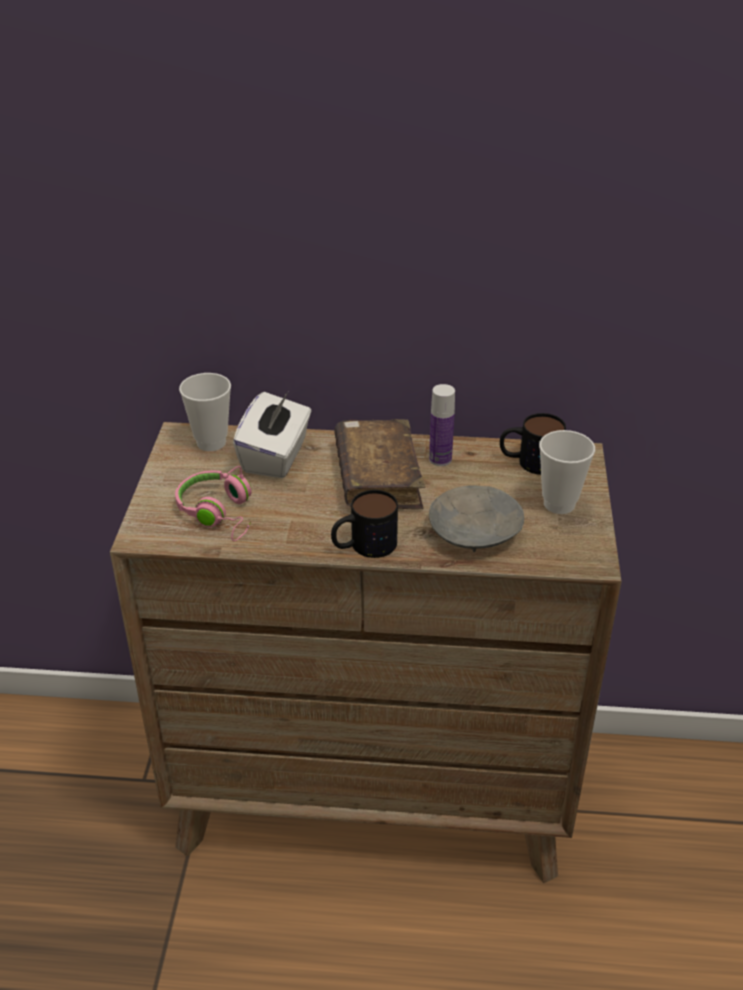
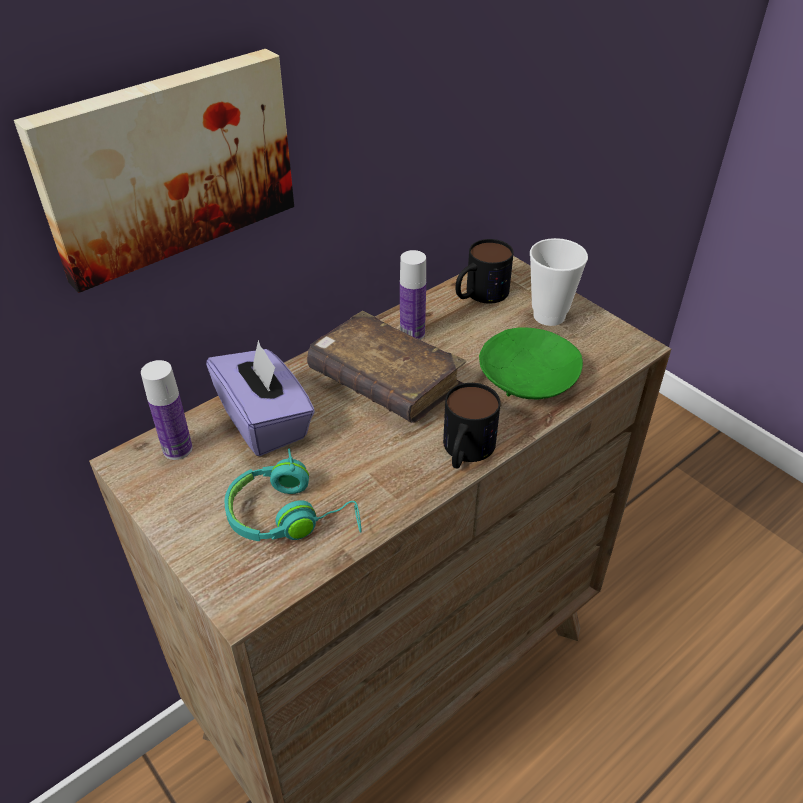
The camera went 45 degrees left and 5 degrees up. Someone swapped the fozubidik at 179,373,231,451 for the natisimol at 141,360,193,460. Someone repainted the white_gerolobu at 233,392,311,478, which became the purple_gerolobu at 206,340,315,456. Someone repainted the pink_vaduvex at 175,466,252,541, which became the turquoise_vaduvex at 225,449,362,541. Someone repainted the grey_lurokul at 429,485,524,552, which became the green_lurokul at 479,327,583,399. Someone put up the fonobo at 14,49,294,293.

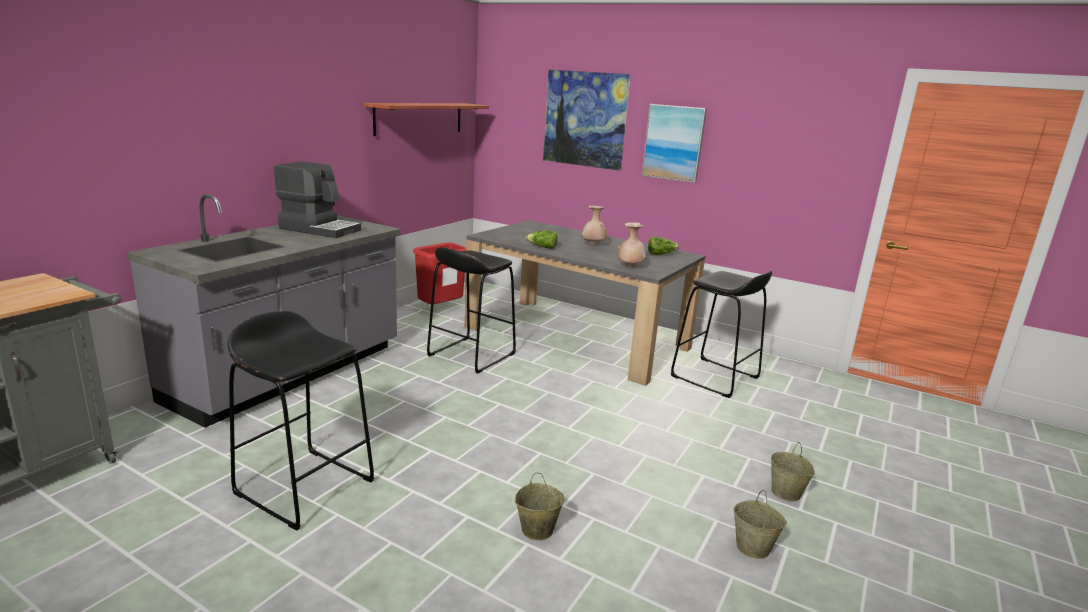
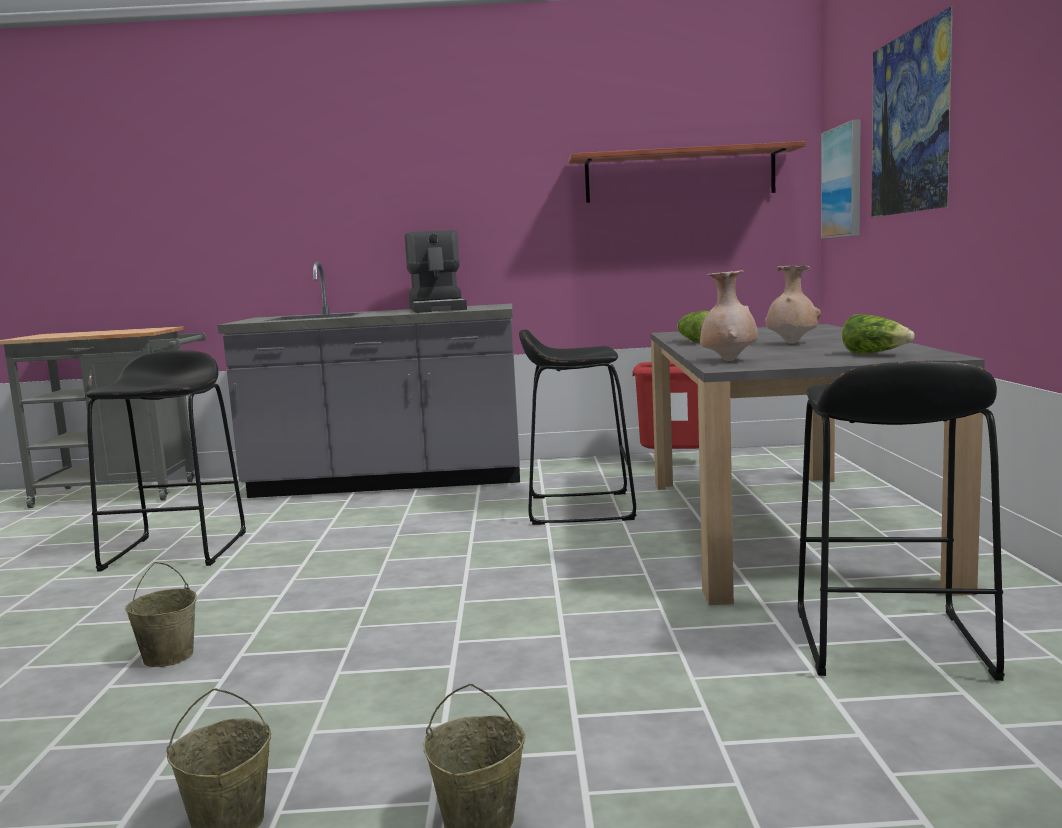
The camera went 60 degrees right and 10 degrees down. Someone carried the fonobo from 641,104,707,183 to 821,119,861,239.

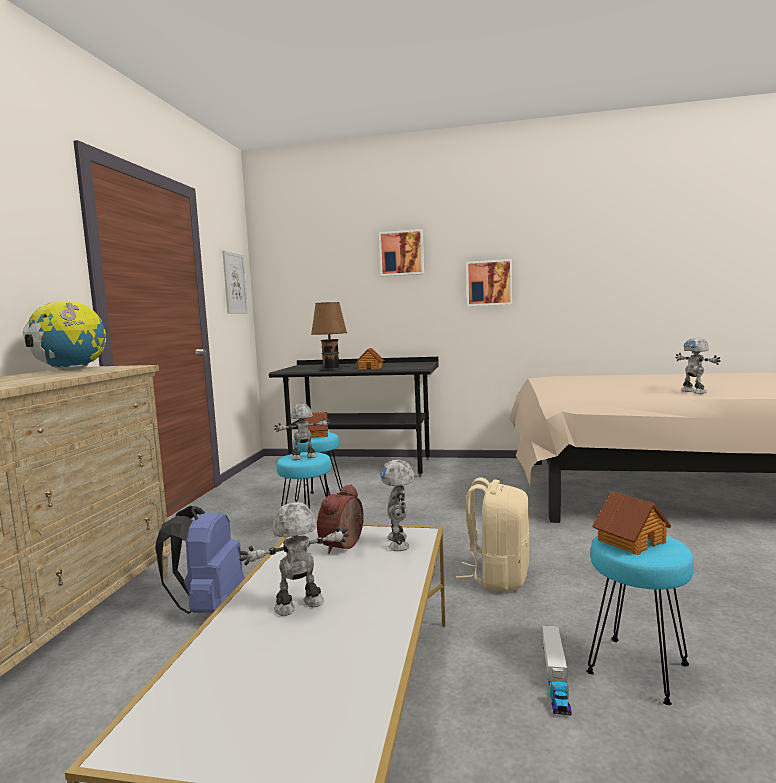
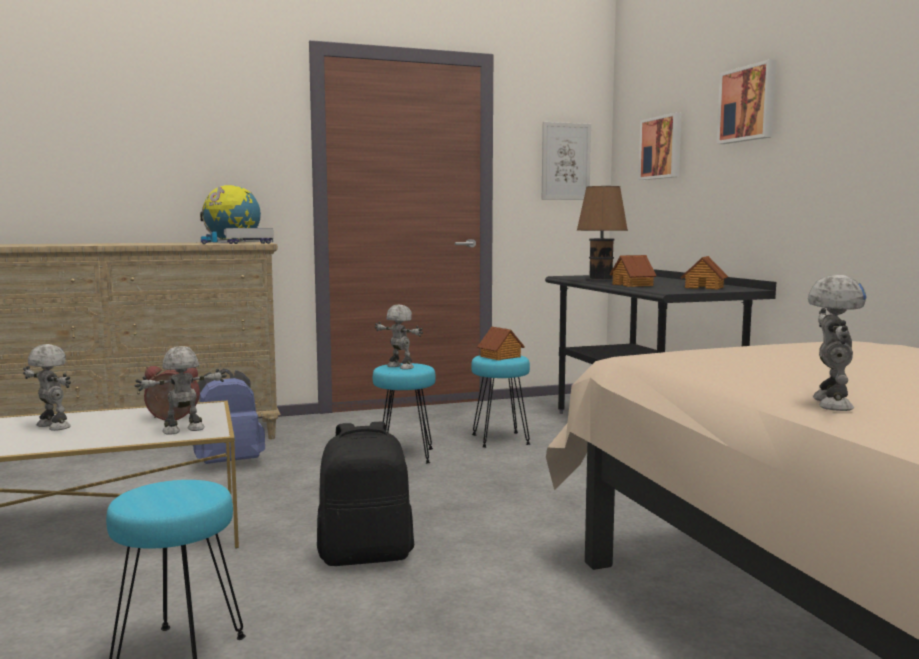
The camera went 60 degrees right and 0 degrees up. Someone carried the fonobo from 466,259,512,306 to 638,113,682,180. Someone rotated the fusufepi at 675,338,721,394 by 150 degrees clockwise. Someone repainted the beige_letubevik at 456,478,529,592, which became the black_letubevik at 317,422,414,566. Someone carried the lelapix from 592,491,671,555 to 681,256,728,290. Someone carried the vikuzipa from 542,625,572,715 to 201,228,273,244.

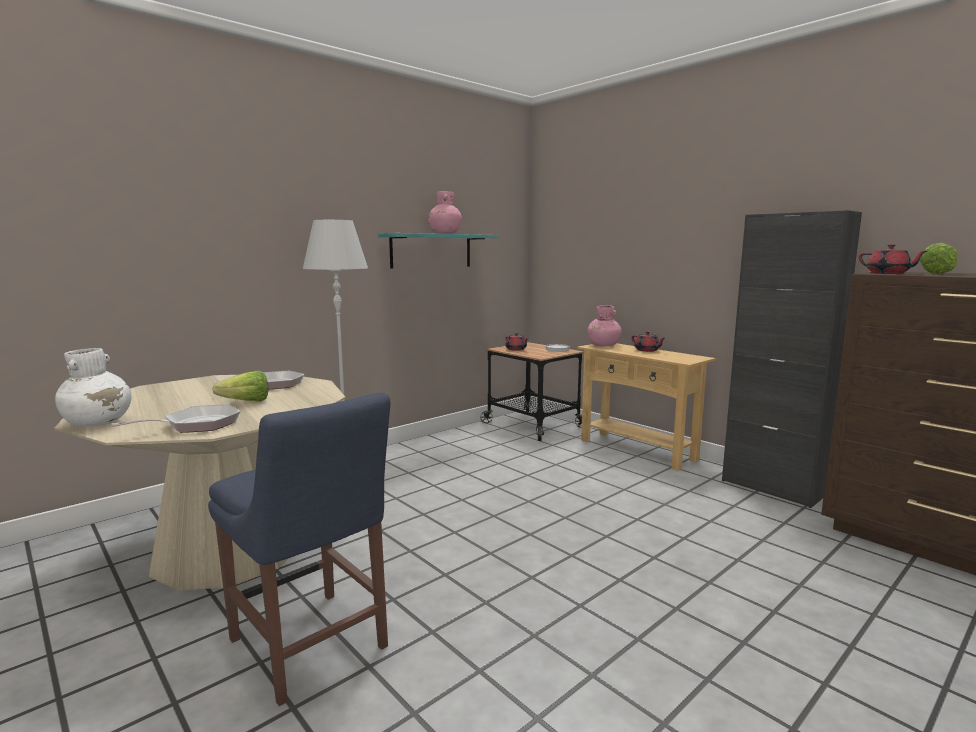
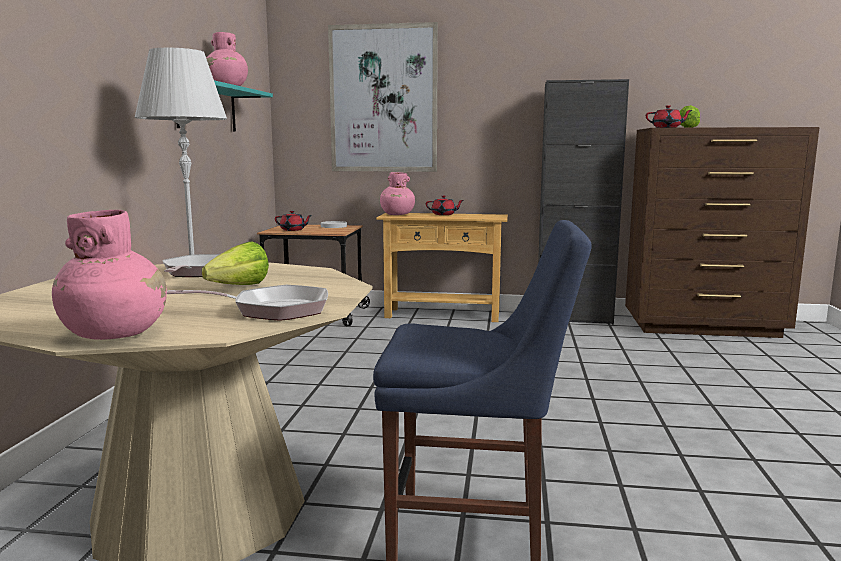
The camera went 40 degrees left and 0 degrees up. Someone repainted the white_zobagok at 55,348,132,426, which became the pink_zobagok at 52,210,167,340. Someone rotated the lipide at 111,405,240,433 by 75 degrees clockwise. Someone put up the fonobo at 328,22,438,172.

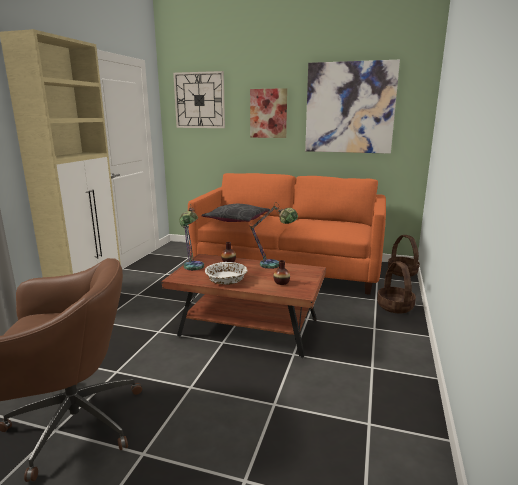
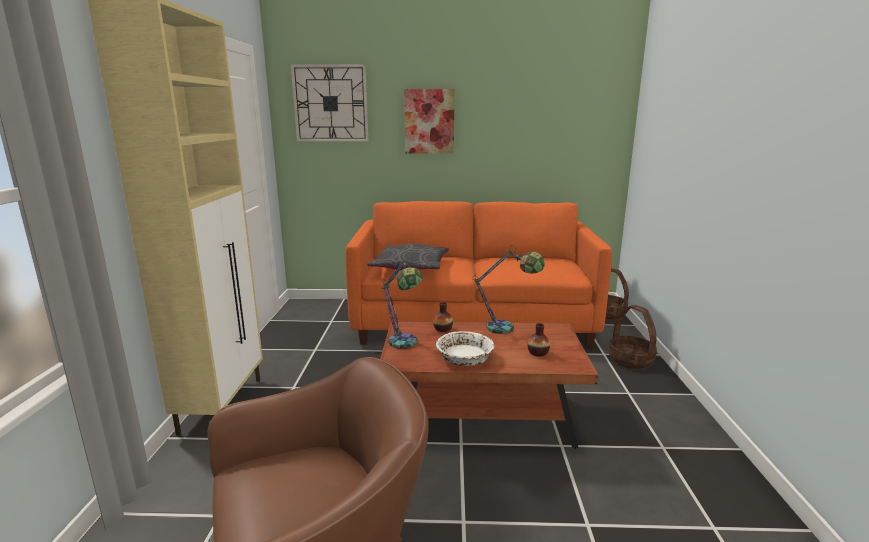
The camera went 15 degrees left and 0 degrees up. Someone took away the fonobo at 305,60,400,154.

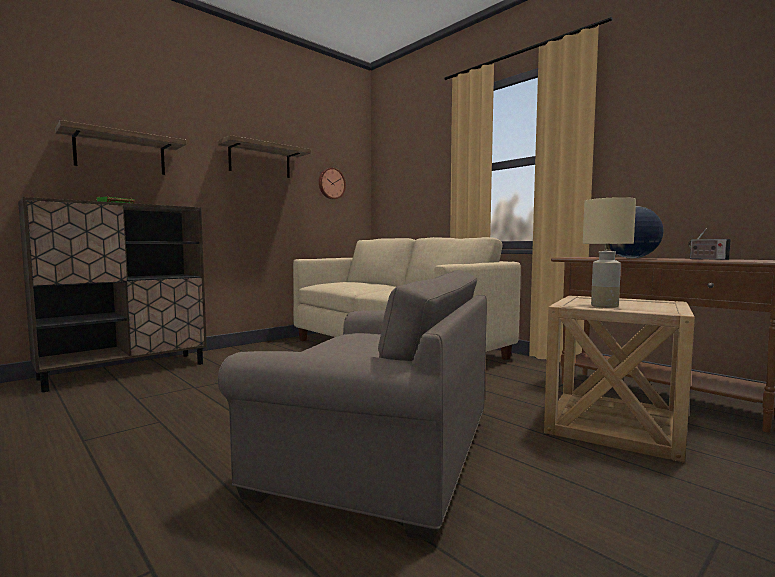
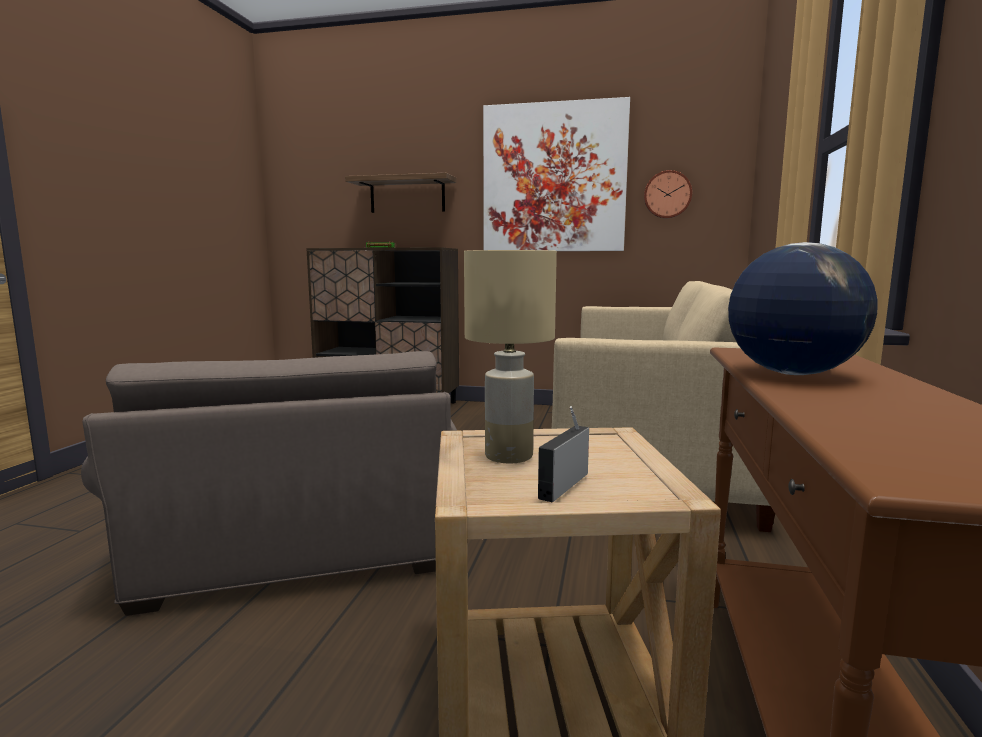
The camera went 55 degrees right and 5 degrees up. Someone swapped the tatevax at 218,135,311,178 for the fonobo at 483,97,630,251. Someone carried the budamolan from 688,229,731,260 to 538,406,589,503.

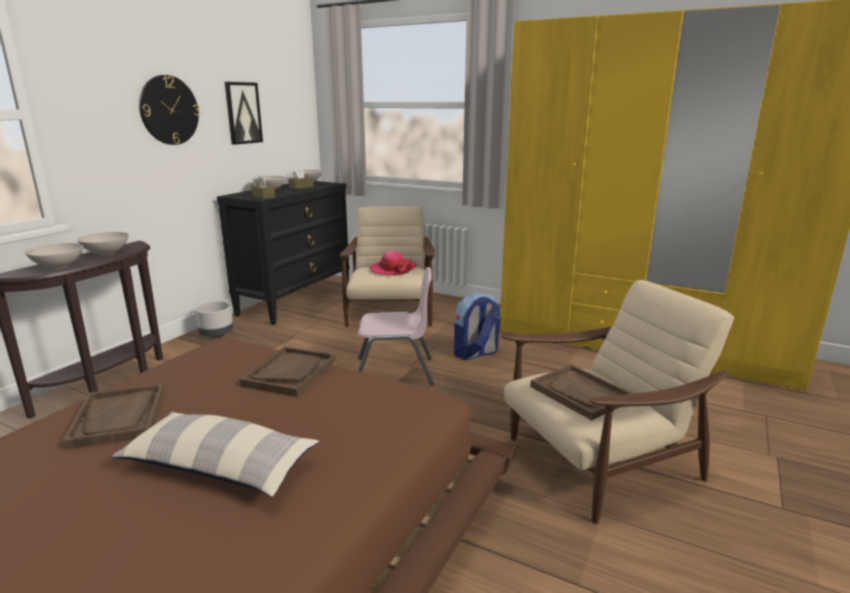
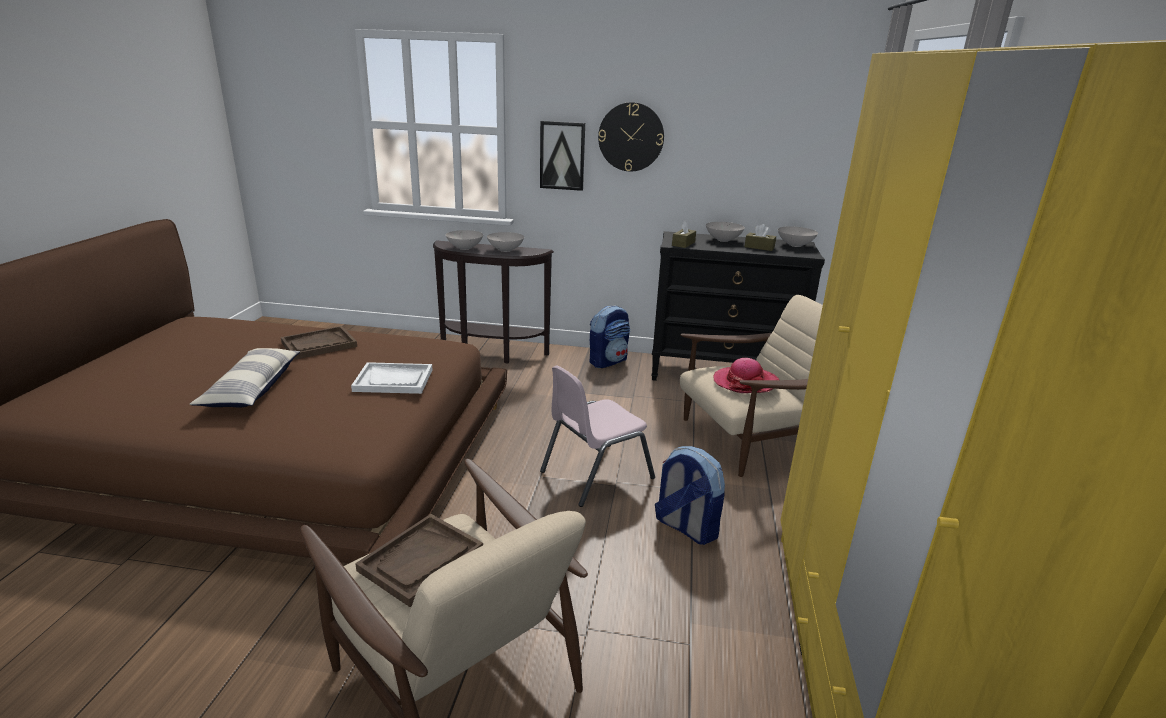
The camera went 70 degrees right and 5 degrees up. Someone carried the fonobo from 225,82,263,145 to 540,121,585,191. Someone rotated the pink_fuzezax at 358,267,434,385 by 75 degrees clockwise. Someone swapped the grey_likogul at 195,301,233,338 for the letubevik at 590,305,630,368. Someone repainted the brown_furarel at 239,346,336,397, which became the white_furarel at 351,362,432,394.

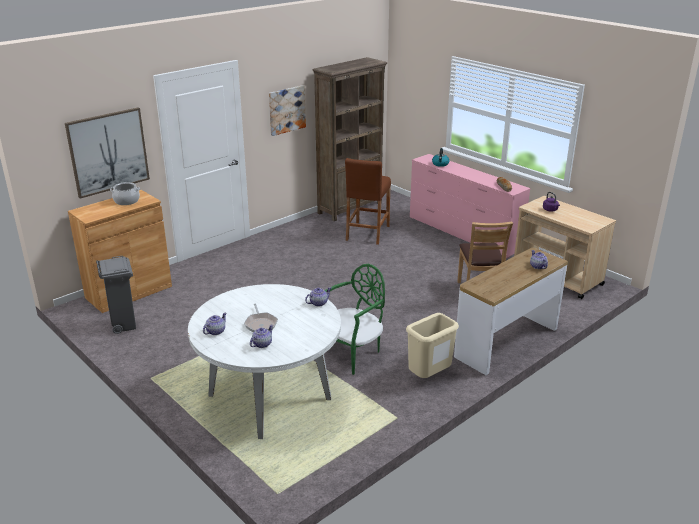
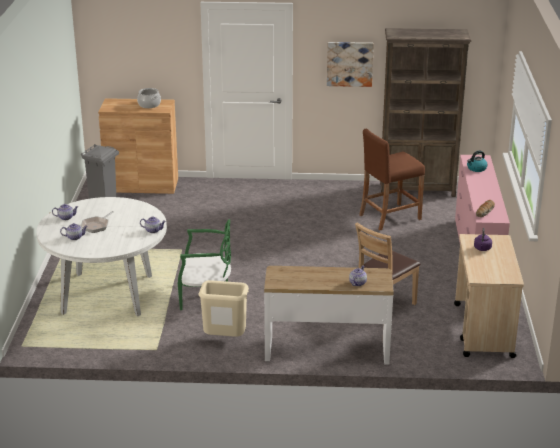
The camera went 45 degrees right and 0 degrees up. Someone took away the fonobo at 65,108,150,199.

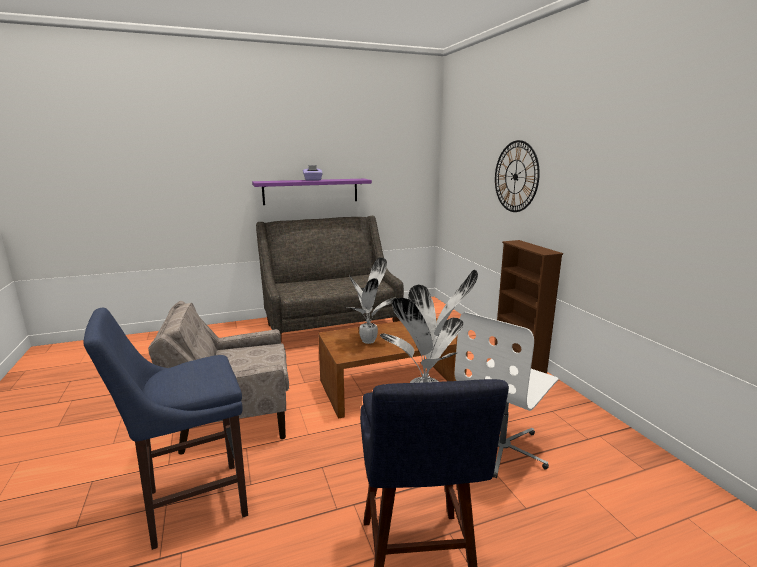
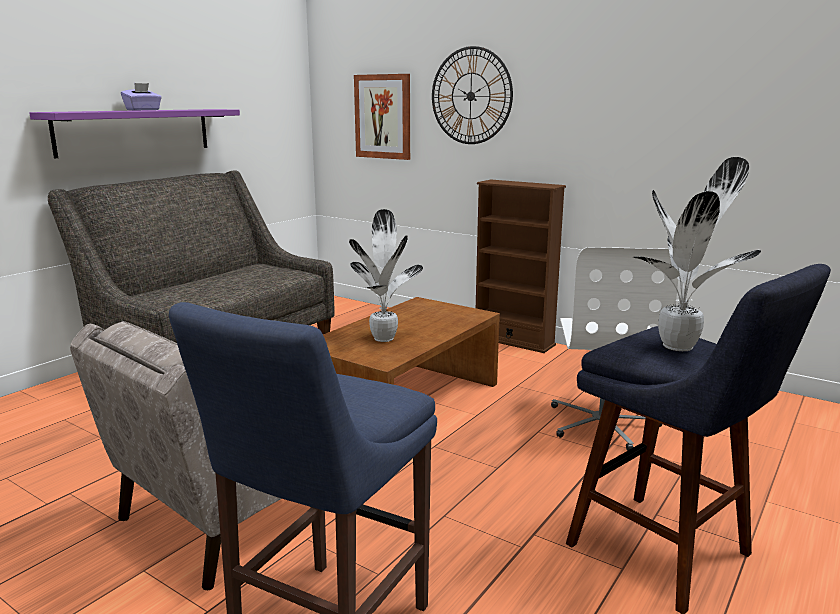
The camera went 35 degrees left and 0 degrees up. Someone put up the fonobo at 354,74,410,160.

